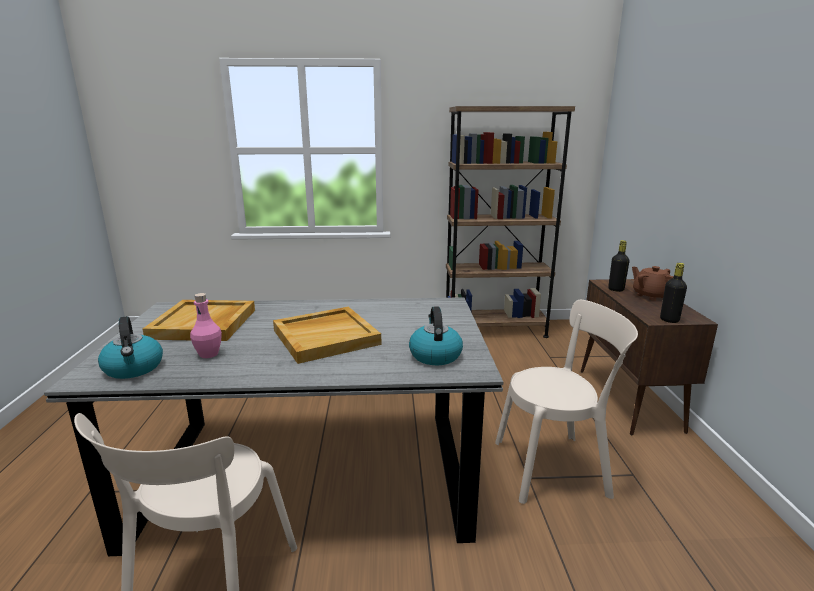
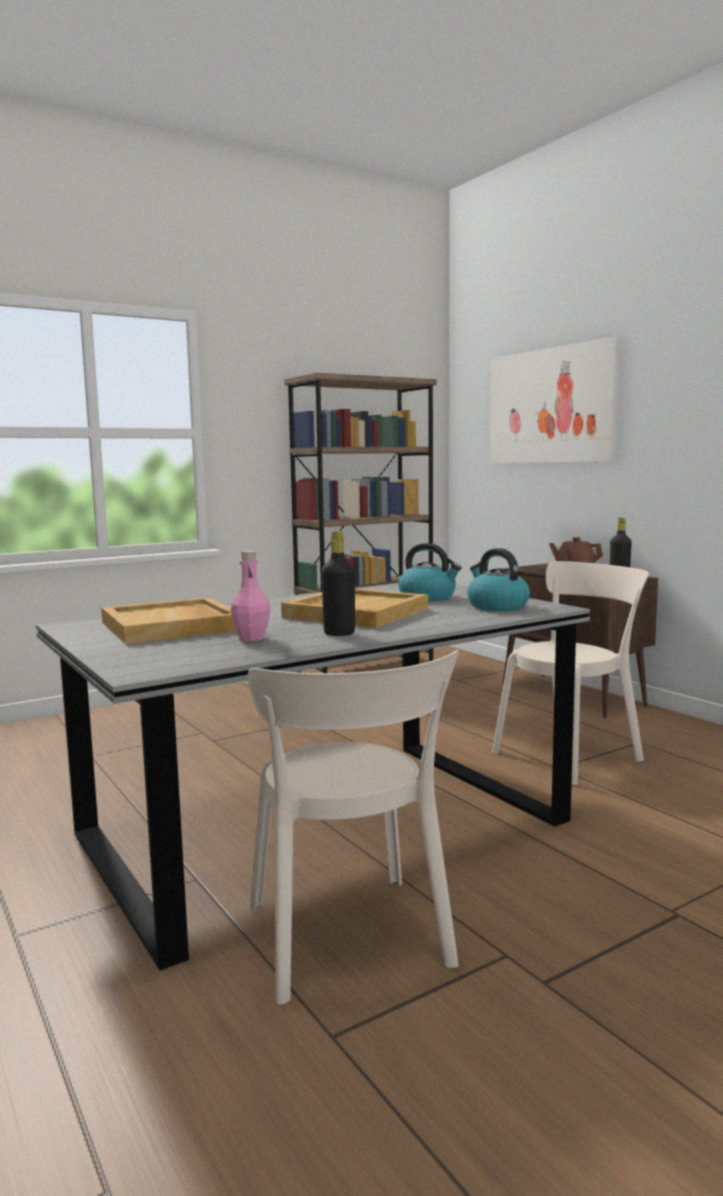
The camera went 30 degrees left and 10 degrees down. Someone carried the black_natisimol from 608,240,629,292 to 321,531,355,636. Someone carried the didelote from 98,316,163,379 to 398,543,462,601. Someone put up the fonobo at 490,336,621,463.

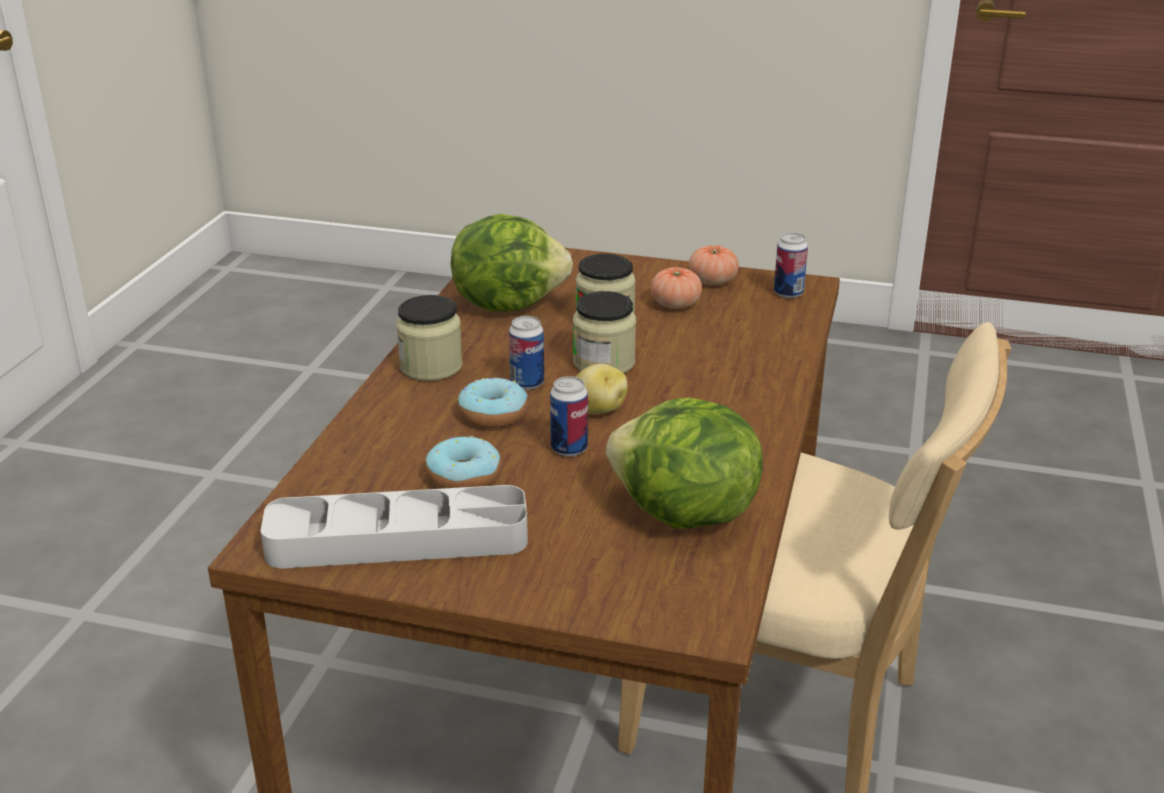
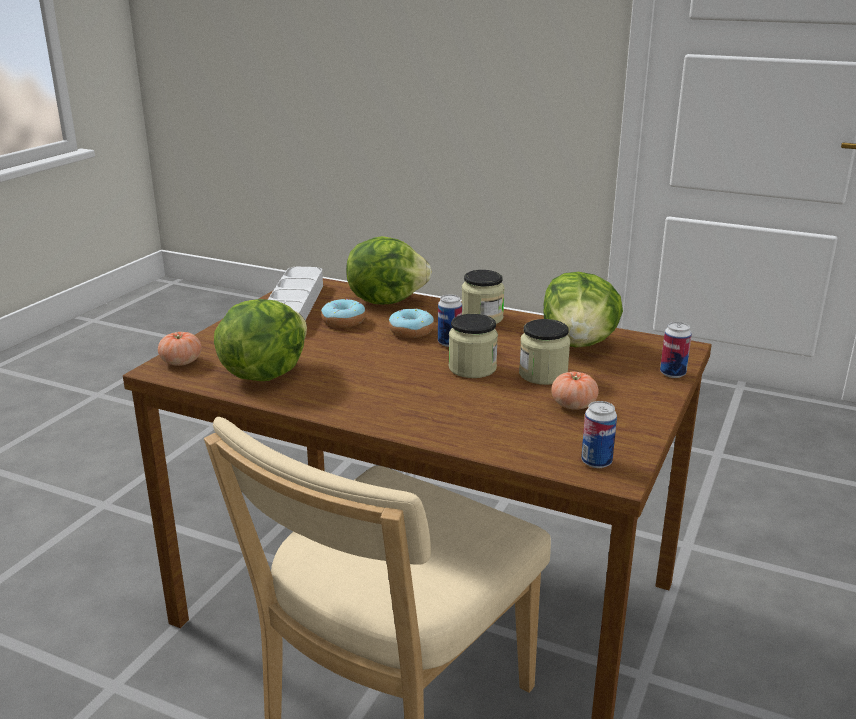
The camera went 100 degrees right and 5 degrees down. Someone carried the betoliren from 689,245,739,285 to 158,332,202,366. Someone took away the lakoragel at 576,364,627,414. Someone carried the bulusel from 550,376,588,456 to 660,322,692,378. Someone put down the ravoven at 346,236,432,304.

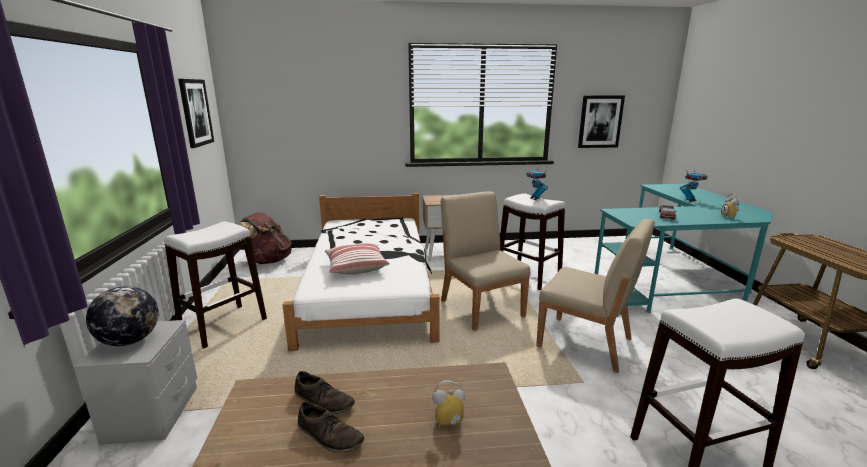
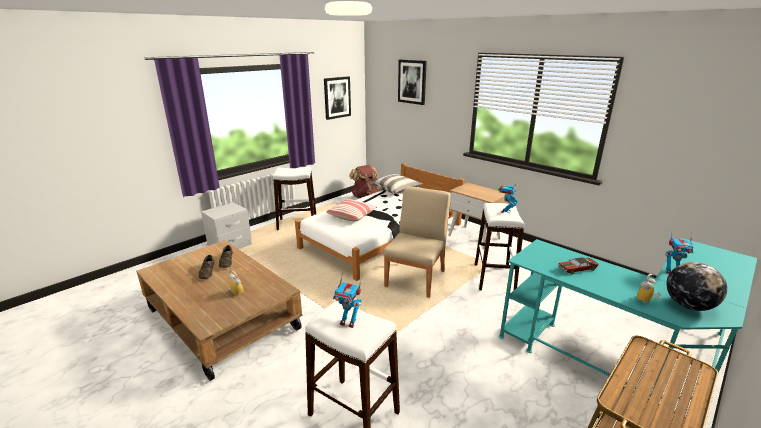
The camera went 50 degrees right and 5 degrees up. Someone carried the fonobo from 578,96,625,148 to 398,60,427,105. Someone took away the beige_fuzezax at 536,219,655,373. Someone carried the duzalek from 86,286,158,346 to 667,262,727,311. Someone put down the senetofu at 370,174,423,194. Someone put down the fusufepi at 333,272,362,328.

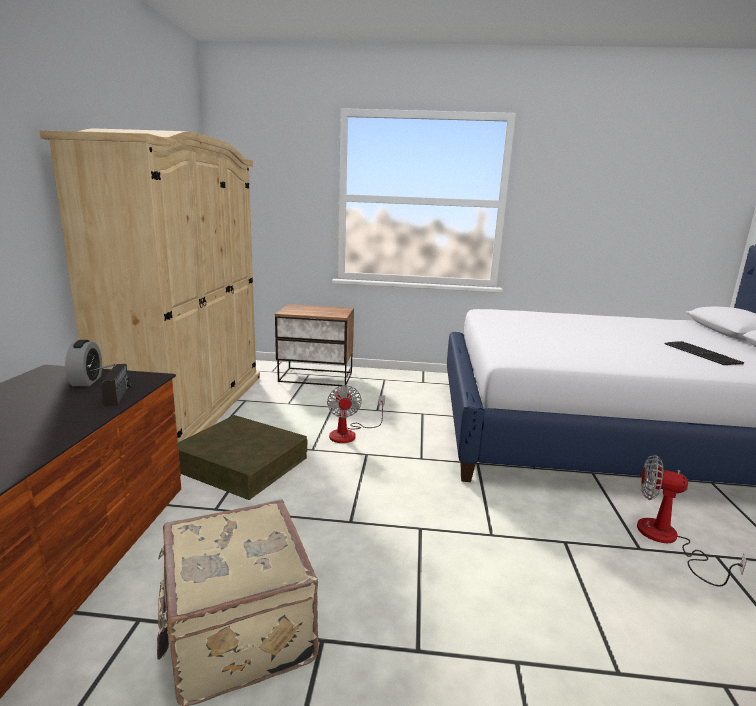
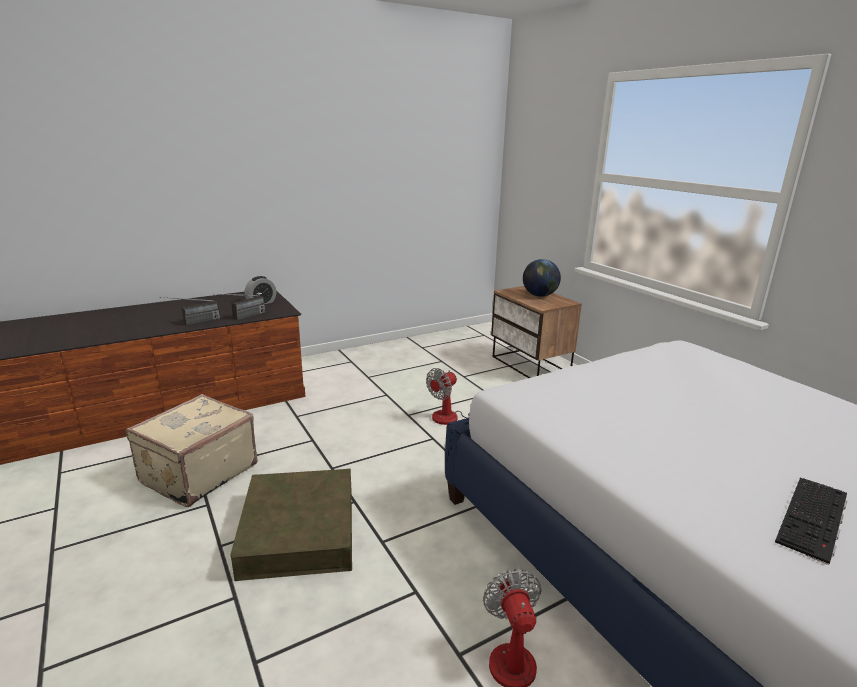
The camera went 55 degrees right and 5 degrees up. Someone took away the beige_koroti at 39,128,260,442. Someone carried the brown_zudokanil from 177,415,308,500 to 230,469,352,581. Someone put down the duzalek at 523,259,561,297. Someone put down the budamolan at 160,297,220,325.

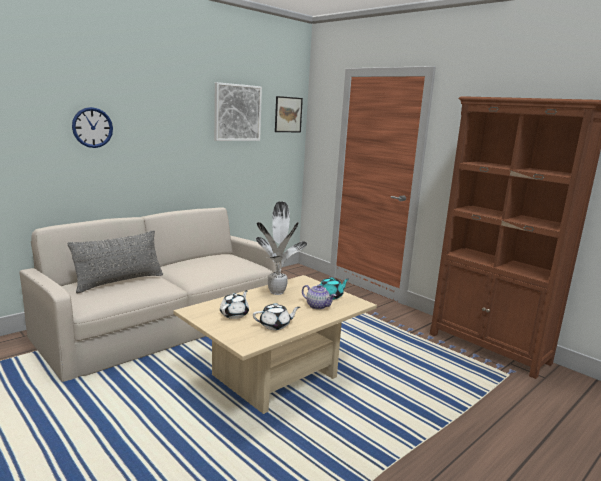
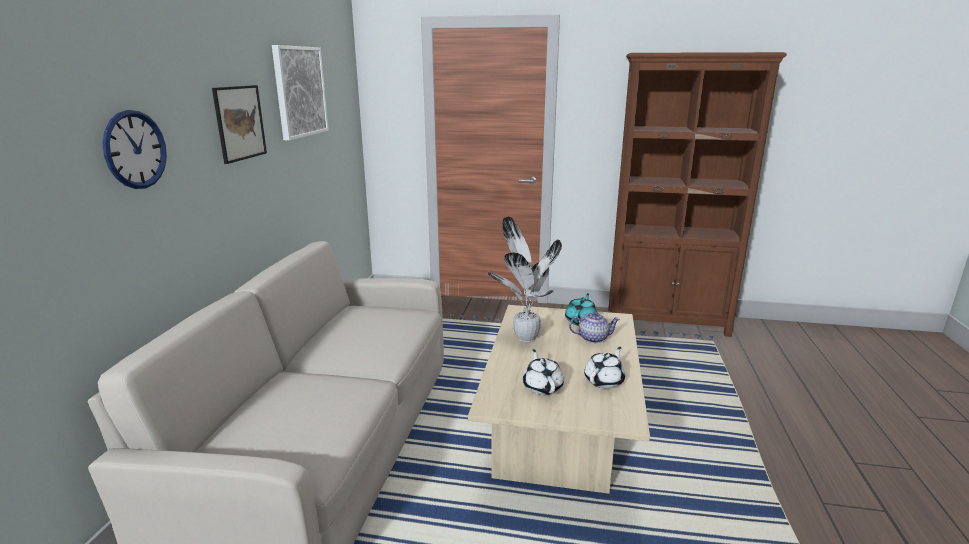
The camera went 35 degrees left and 5 degrees up. Someone carried the fonobo from 275,96,303,132 to 212,85,267,164. Someone took away the grey_senetofu at 68,230,163,293.

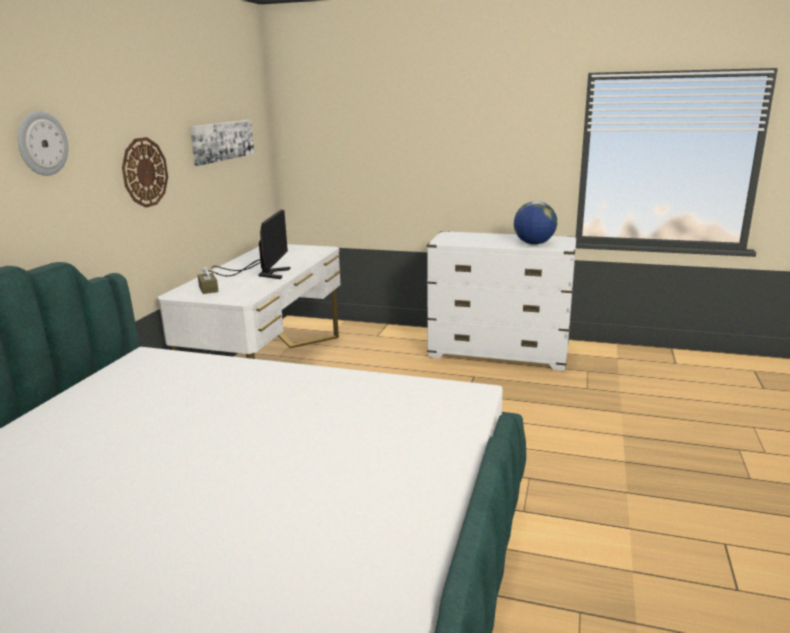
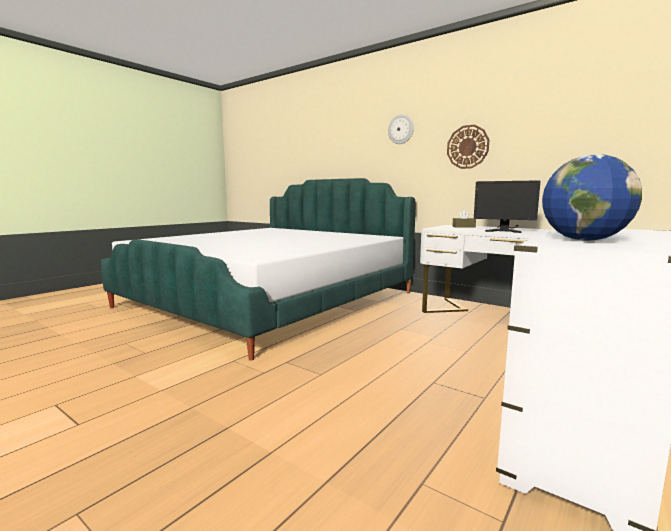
The camera went 110 degrees right and 10 degrees down. Someone took away the fonobo at 190,120,254,166.

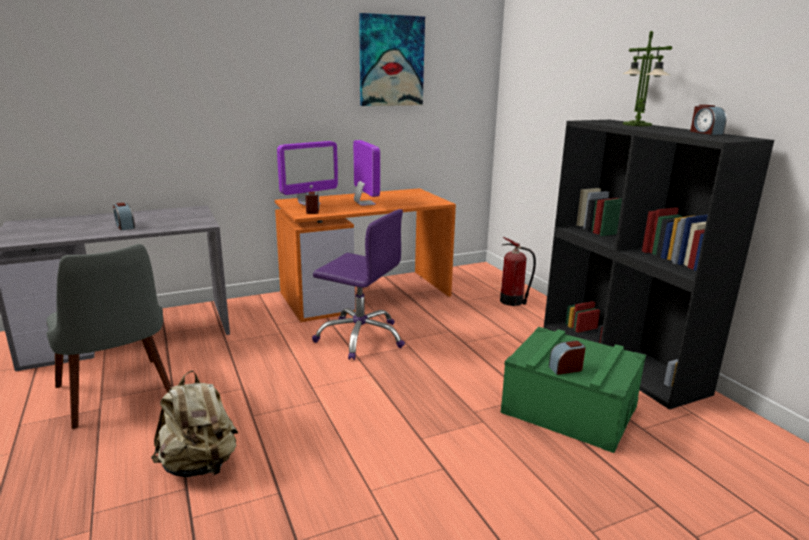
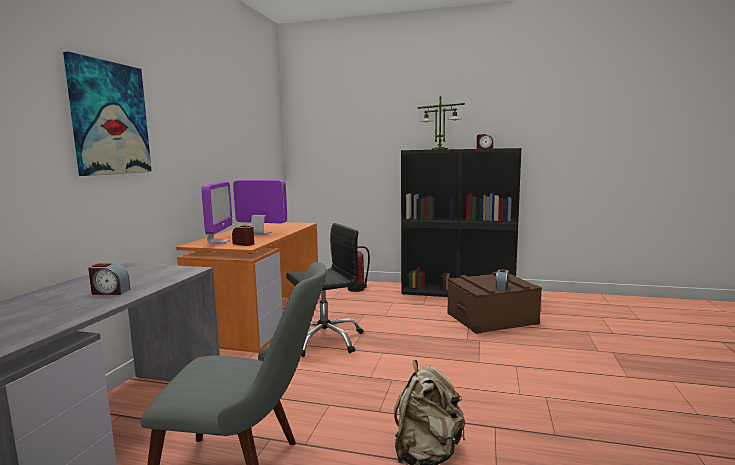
The camera went 50 degrees left and 10 degrees down. Someone carried the fonobo from 359,13,425,106 to 63,51,152,176. Someone repainted the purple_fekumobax at 312,209,405,360, which became the black_fekumobax at 286,223,363,357. Someone repainted the green_zudokanil at 501,327,646,453, which became the brown_zudokanil at 447,272,542,334.

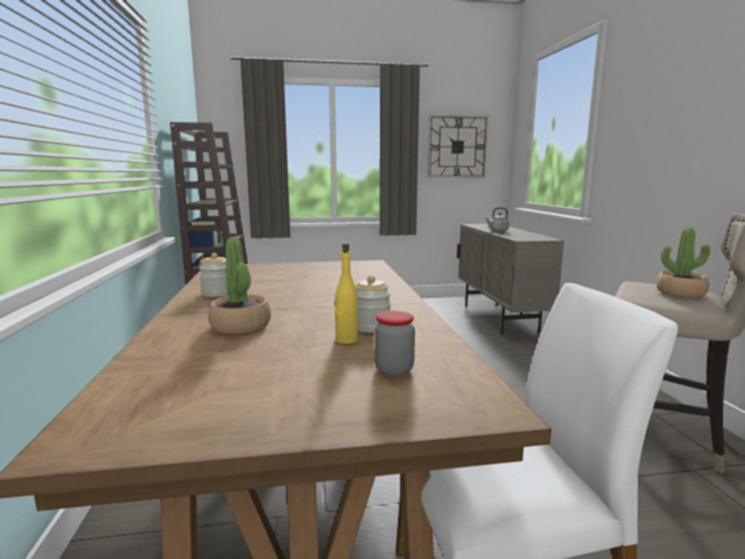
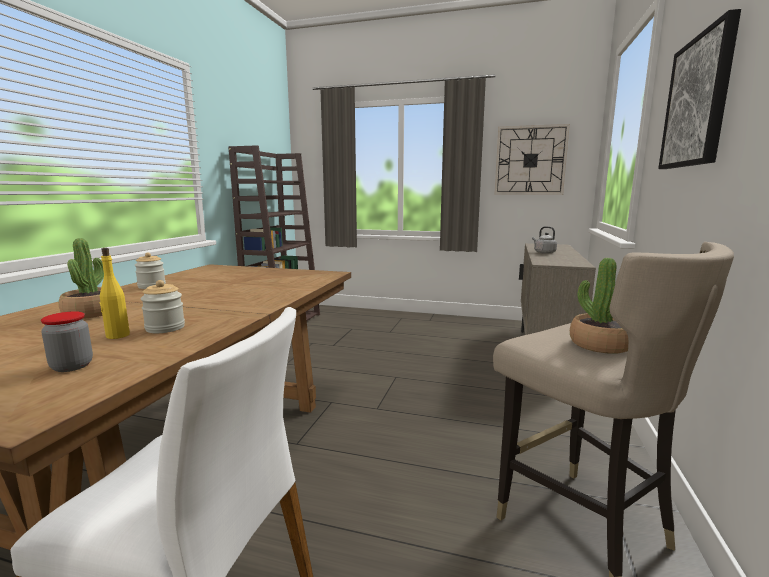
The camera went 25 degrees right and 0 degrees up. Someone put up the fonobo at 658,9,741,169.

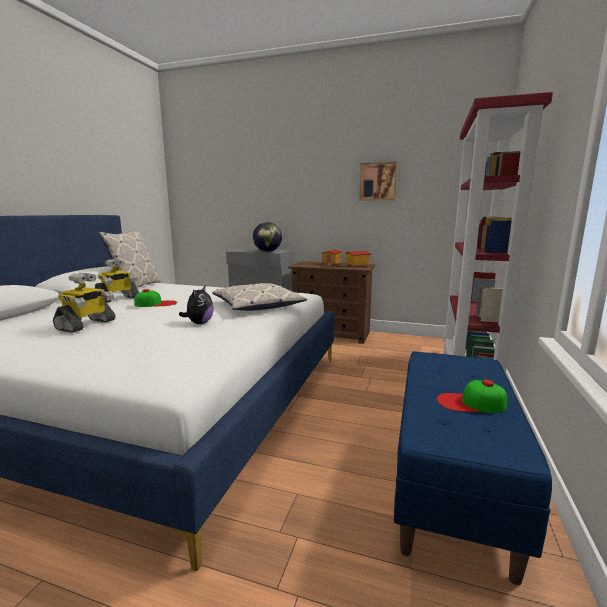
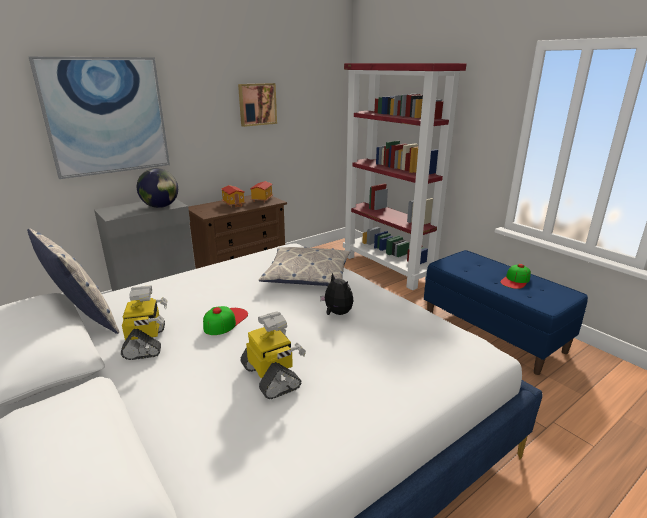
The camera went 55 degrees left and 10 degrees up. Someone put up the fonobo at 29,57,170,179.

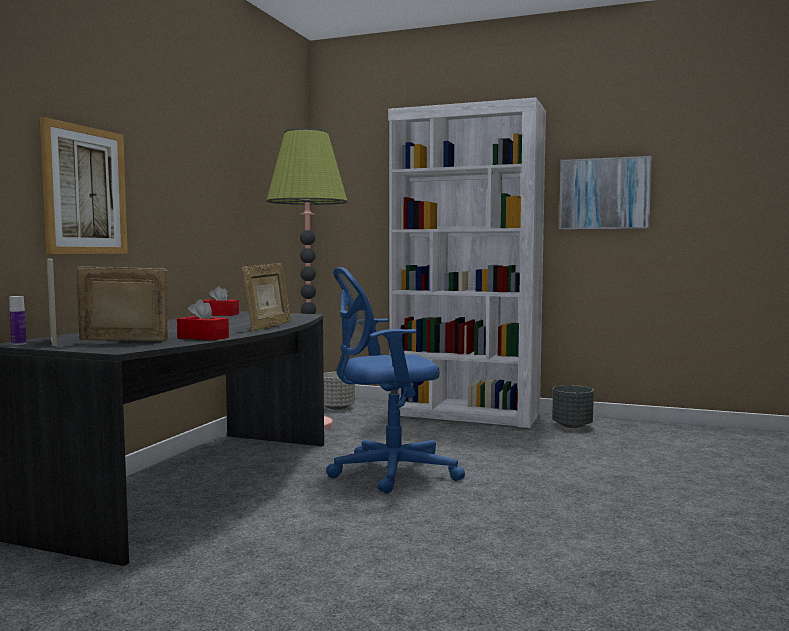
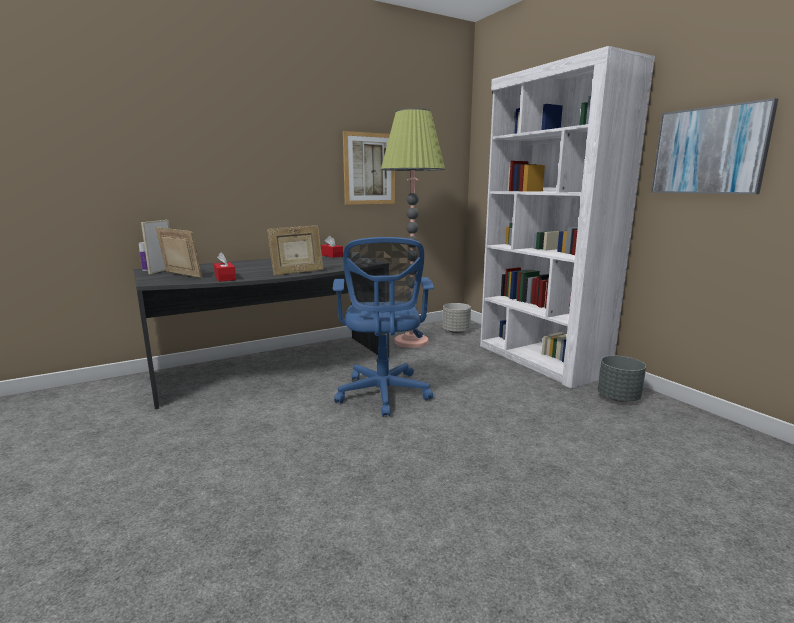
The camera went 40 degrees right and 10 degrees up. Someone carried the fonobo from 40,117,128,254 to 343,131,395,205. Someone rotated the blue_fekumobax at 326,267,465,494 by 120 degrees counterclockwise.

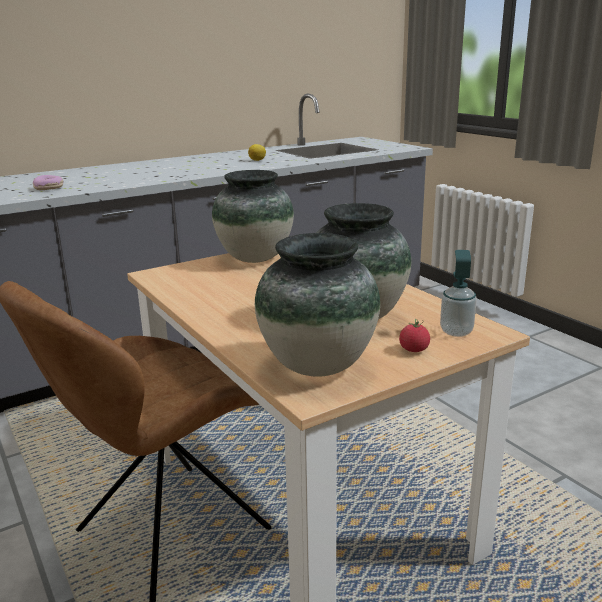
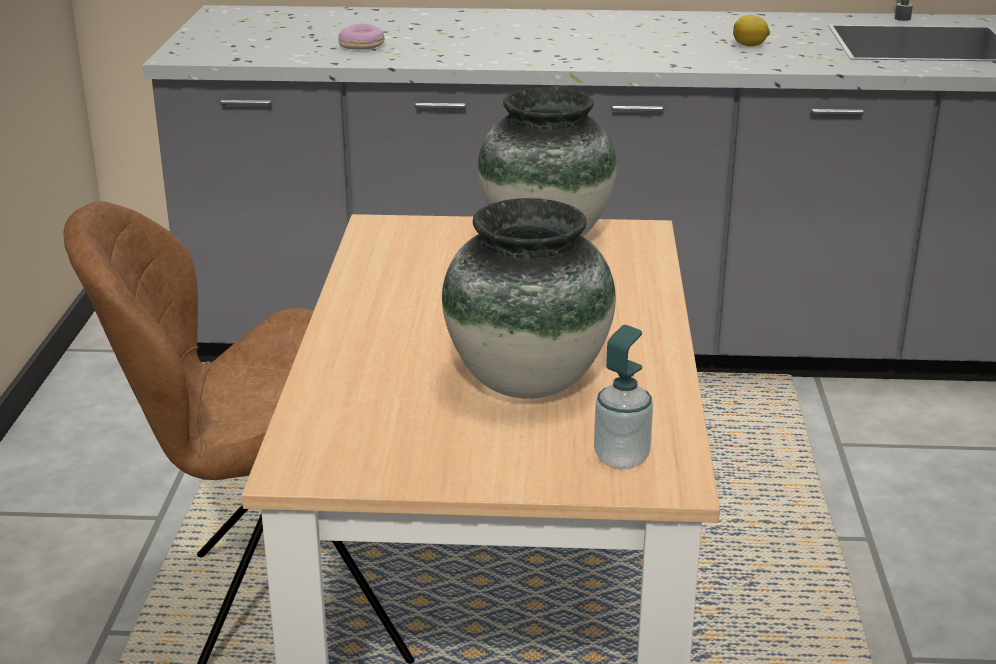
The camera went 35 degrees right and 5 degrees up. Someone took away the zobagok at 255,233,380,377. Someone took away the betoliren at 399,319,430,352.

